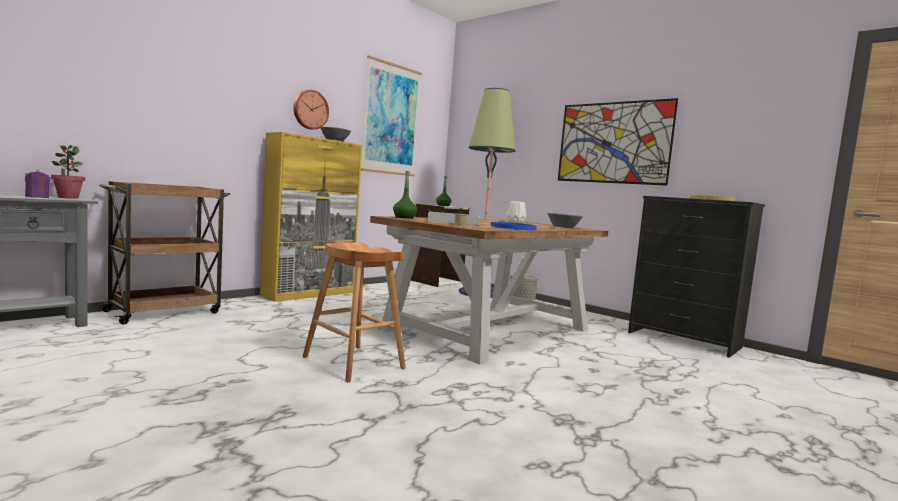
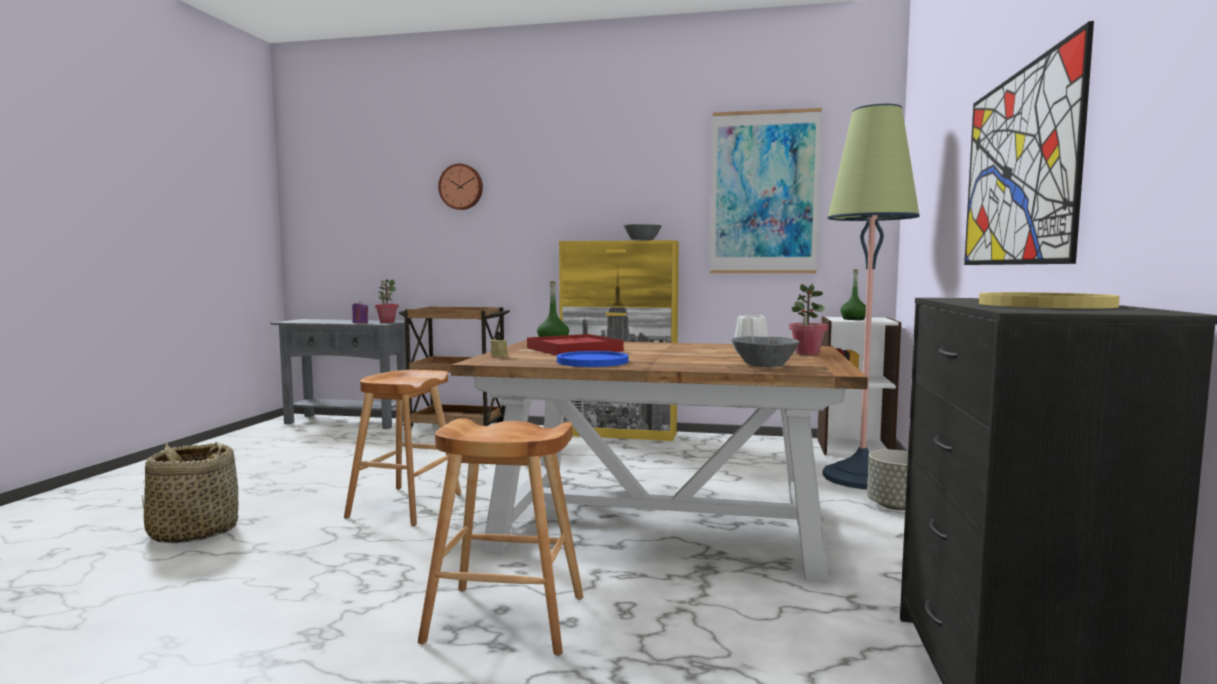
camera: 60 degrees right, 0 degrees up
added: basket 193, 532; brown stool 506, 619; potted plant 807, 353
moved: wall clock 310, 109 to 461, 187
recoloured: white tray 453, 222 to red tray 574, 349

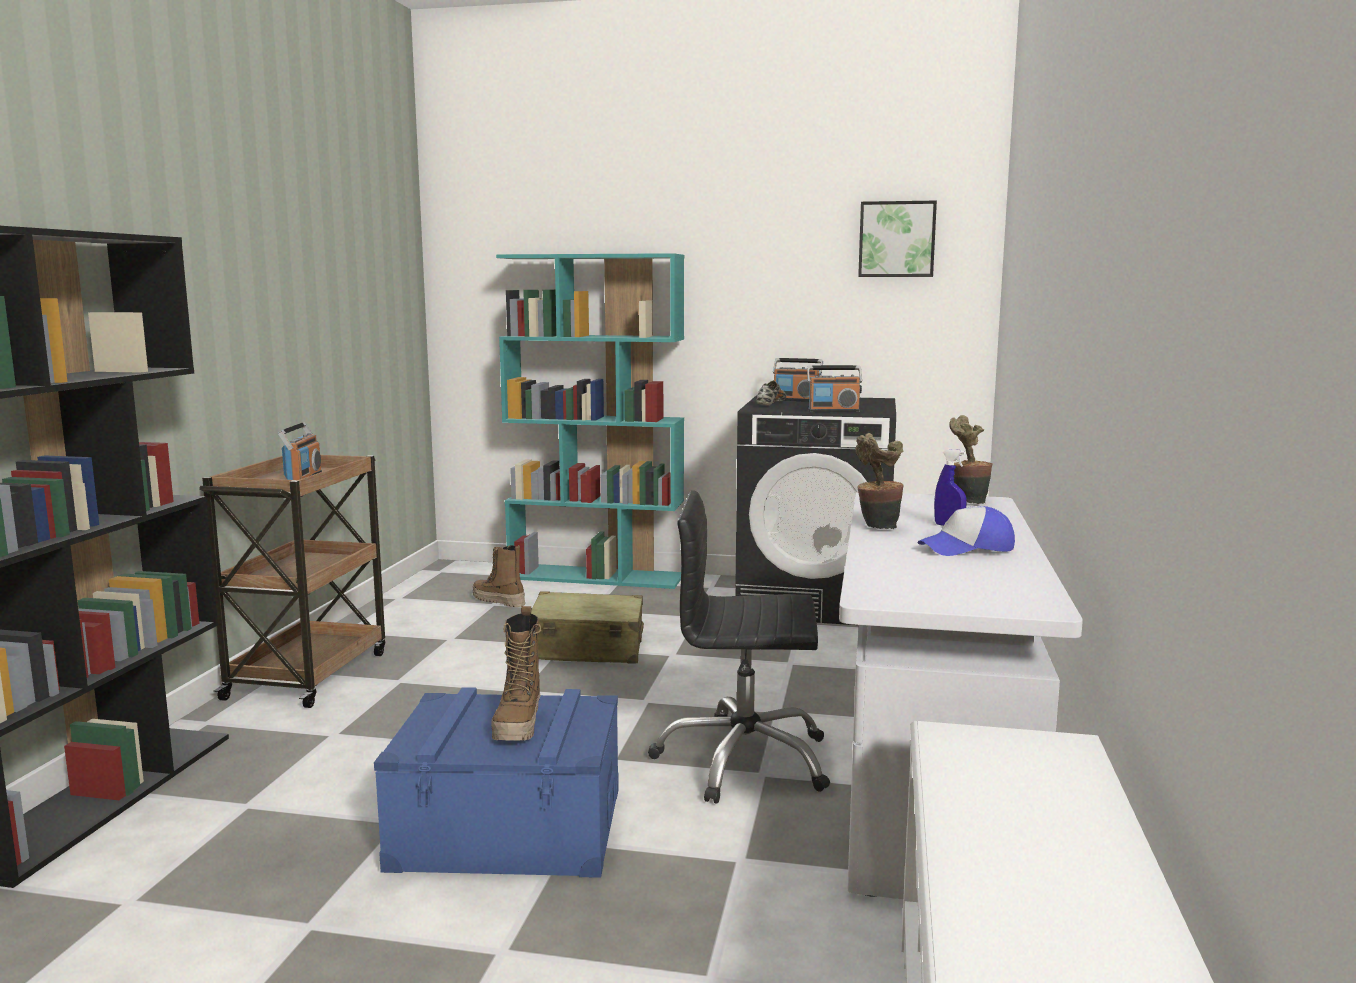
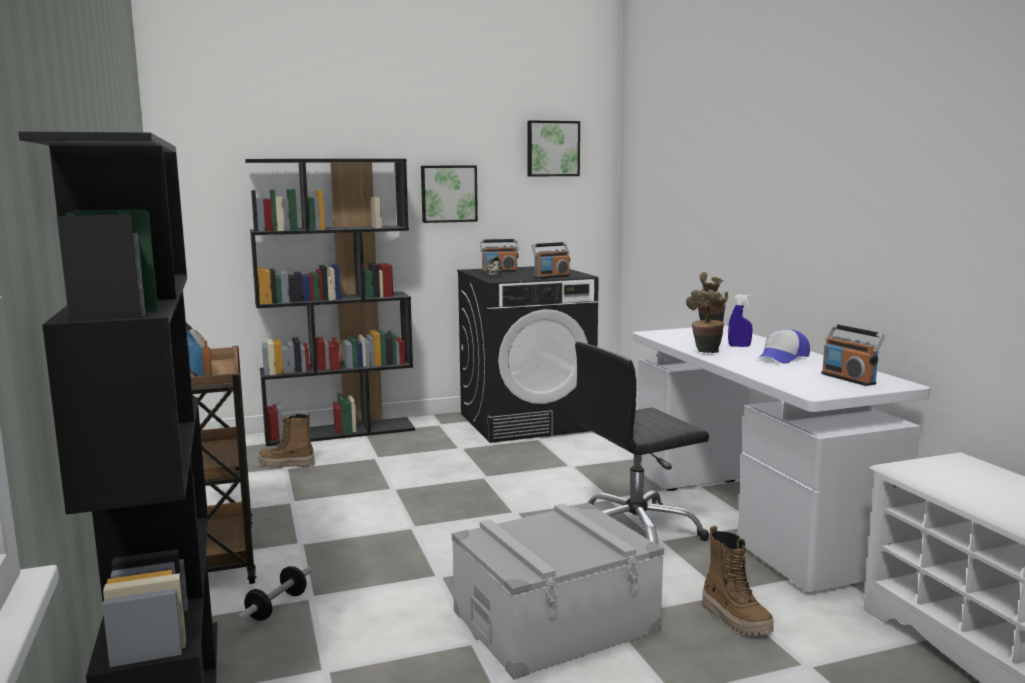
camera: 30 degrees left, 0 degrees up
removed: beige suitcase 586, 648
added: dumbbell 277, 607; picture 448, 193; radio 848, 379
moved: boot 519, 725 to 736, 619
recoloured: blue storage box 509, 827 to grey storage box 555, 621; turquoise bookcase 597, 577 to black bookcase 340, 432

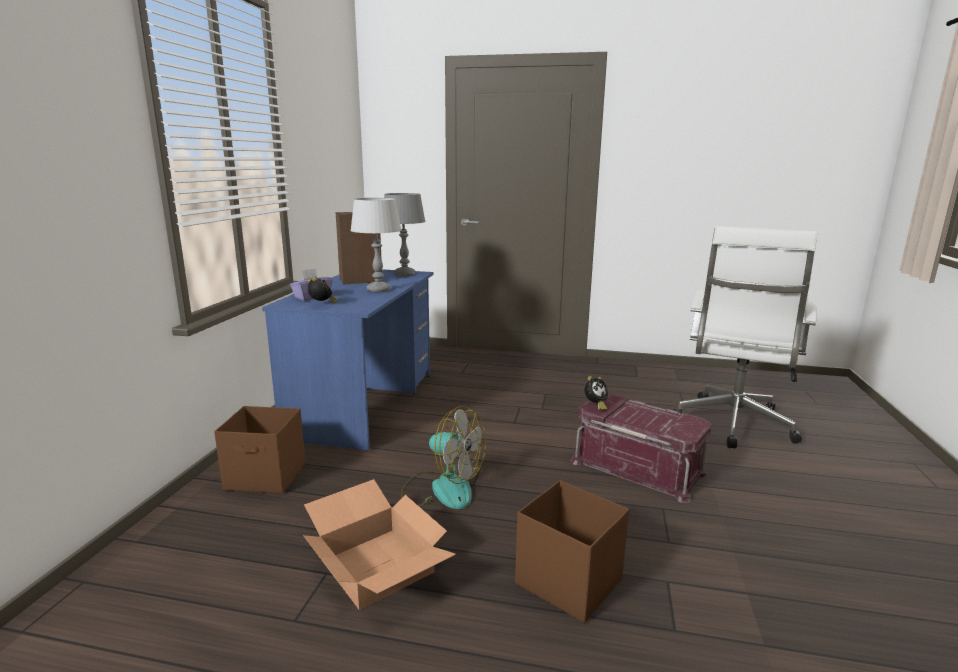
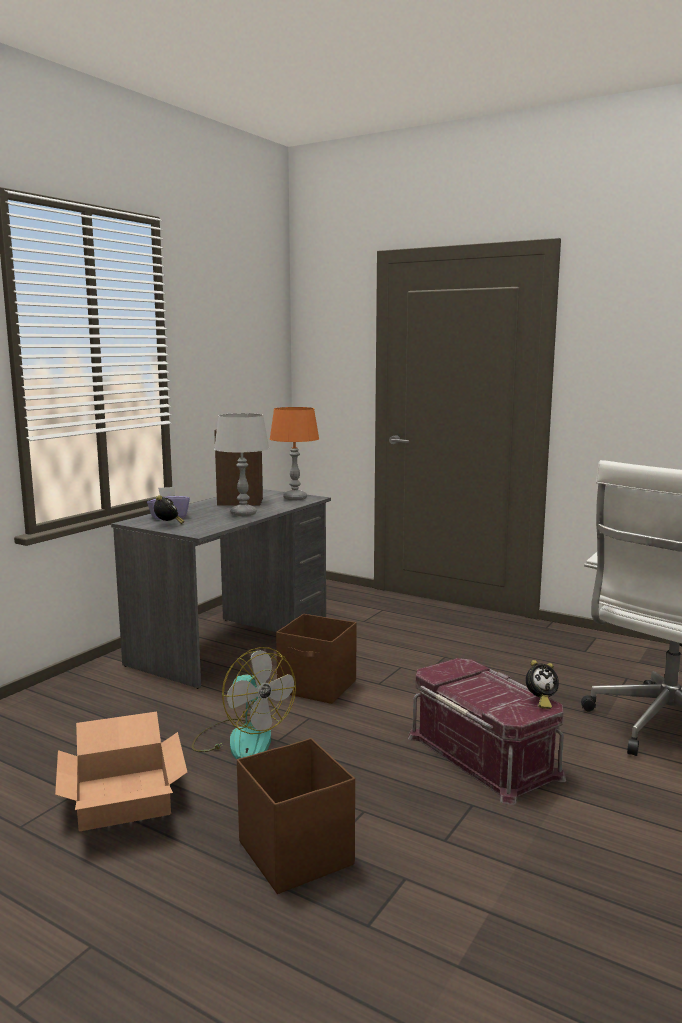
camera: 20 degrees right, 5 degrees down
moved: brown storage box 266, 477 to 318, 687; alarm clock 595, 406 to 540, 701
recoloured: blue desk 365, 404 to grey desk 232, 641; grey table lamp 404, 274 to orange table lamp 294, 498

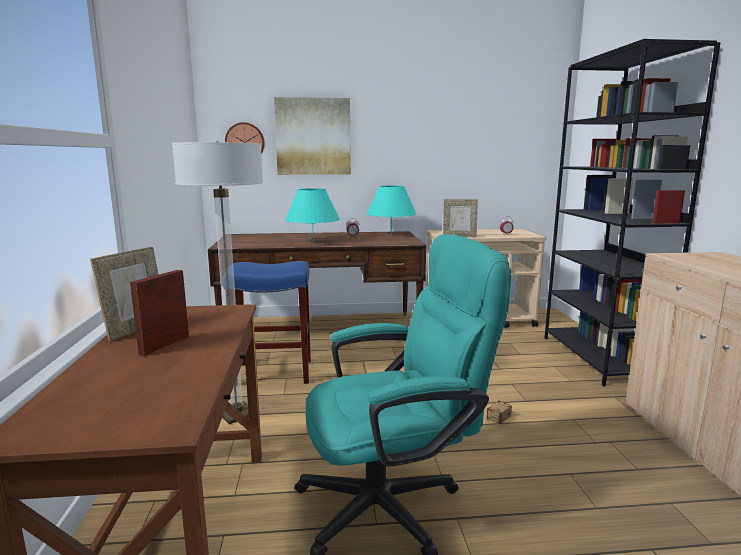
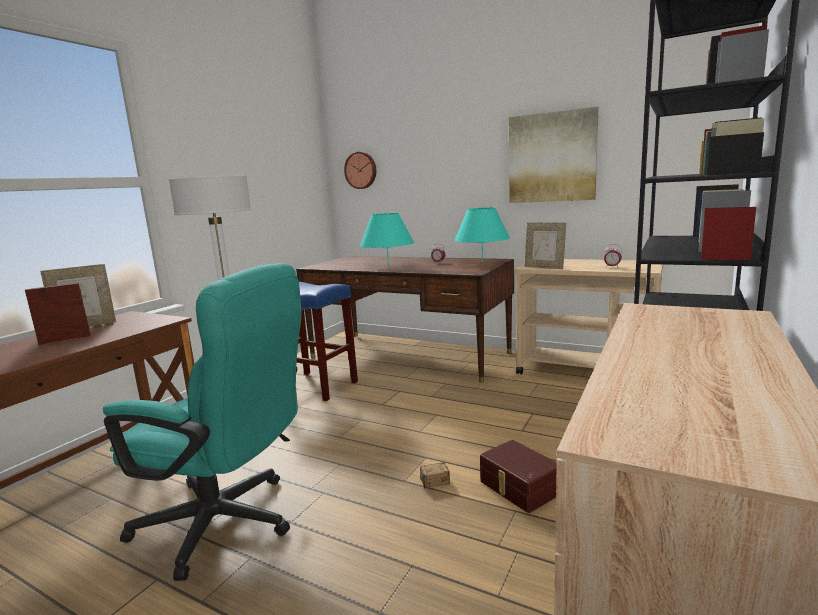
camera: 35 degrees right, 0 degrees up
added: brown storage box 518, 488
moved: picture 313, 136 to 552, 157

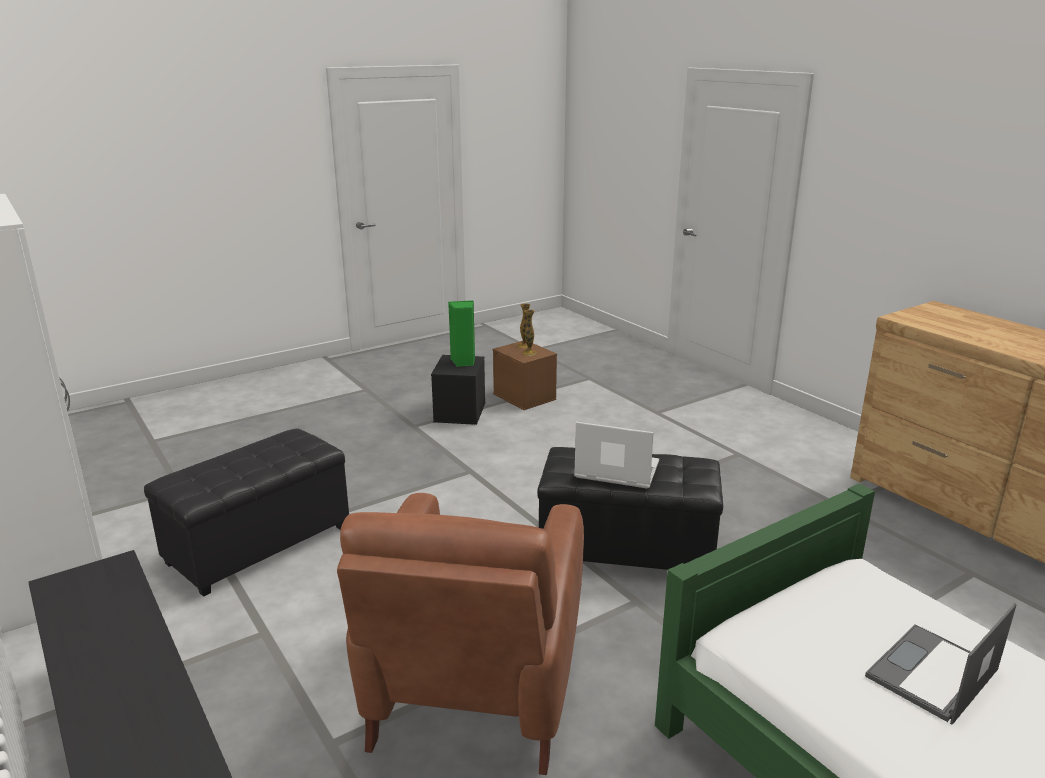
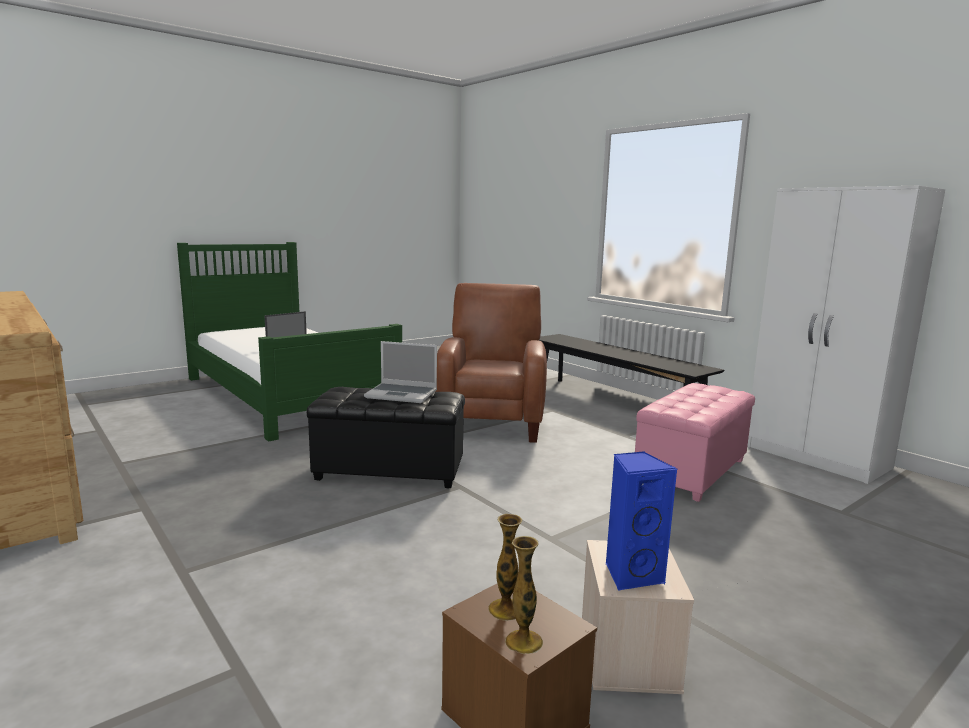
camera: 175 degrees right, 10 degrees down
recoloured: black ottoman 258, 545 to pink ottoman 692, 472; black storage box 460, 412 to beige storage box 626, 654; green speaker 463, 361 to blue speaker 631, 575

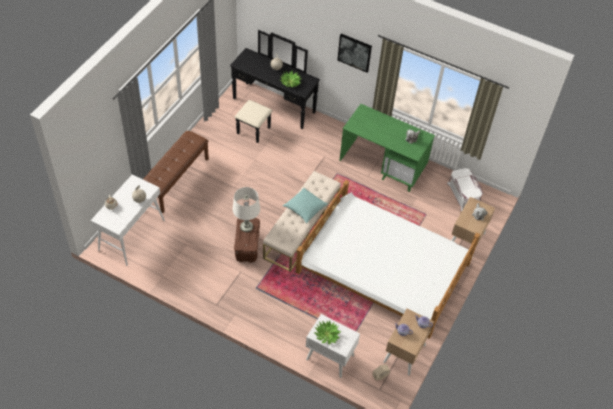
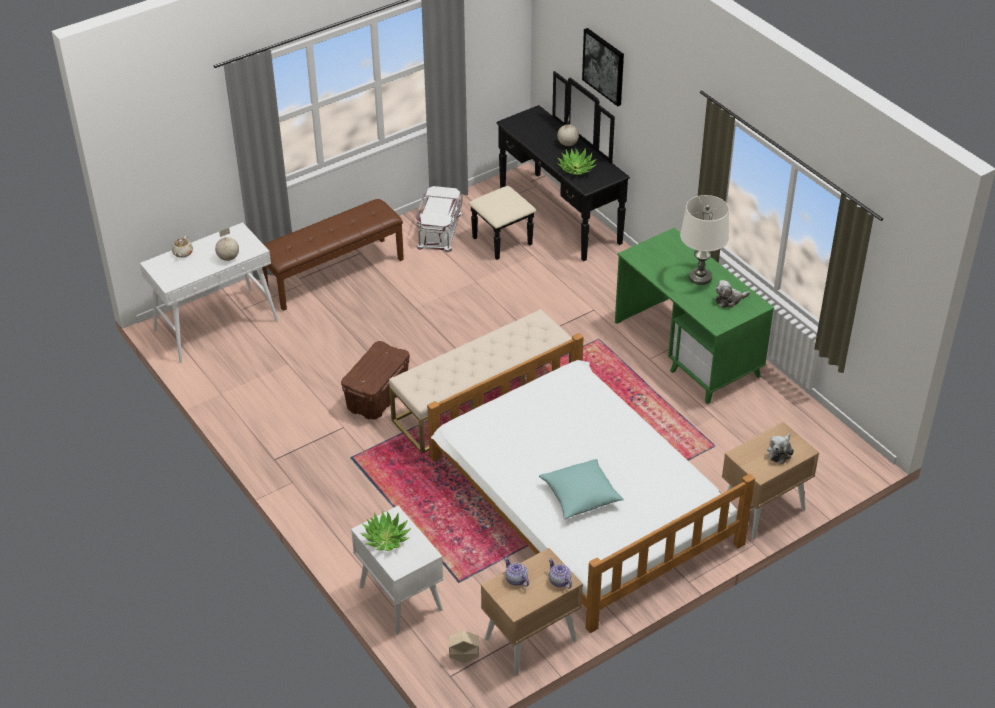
camera: 30 degrees right, 10 degrees down
moved: white table lamp 246, 227 to 700, 277; turquoise pillow 305, 208 to 580, 496; picture 354, 52 to 604, 66; white storage box 463, 195 to 440, 231

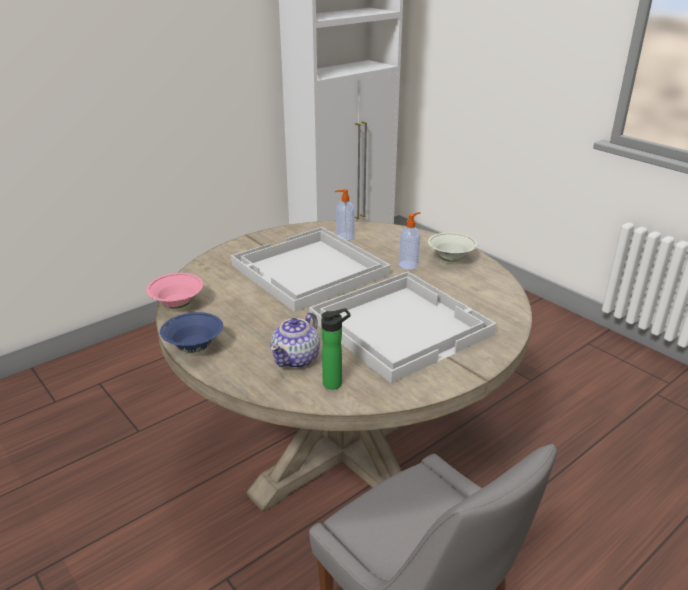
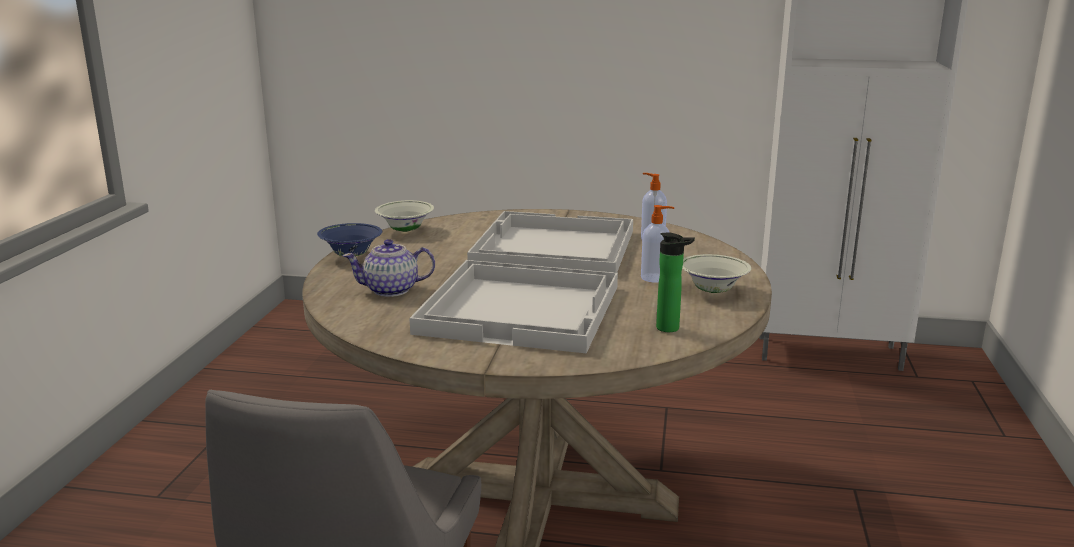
camera: 50 degrees right, 10 degrees down
moved: bottle 335, 383 to 671, 329
recoloured: pink bowl 177, 304 to white bowl 405, 230

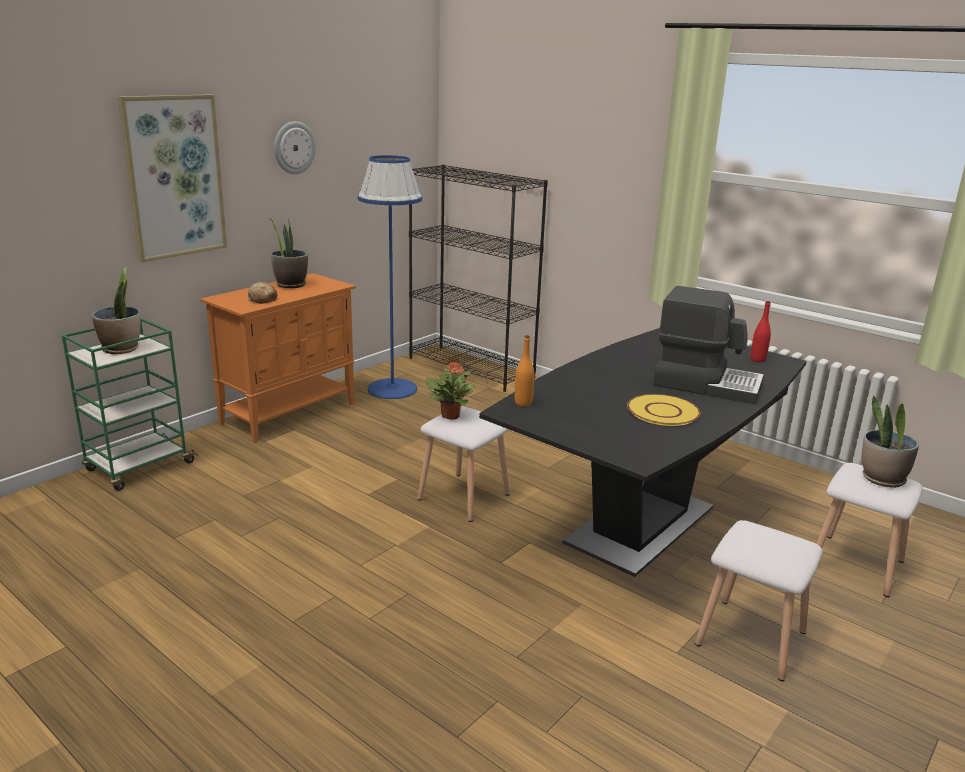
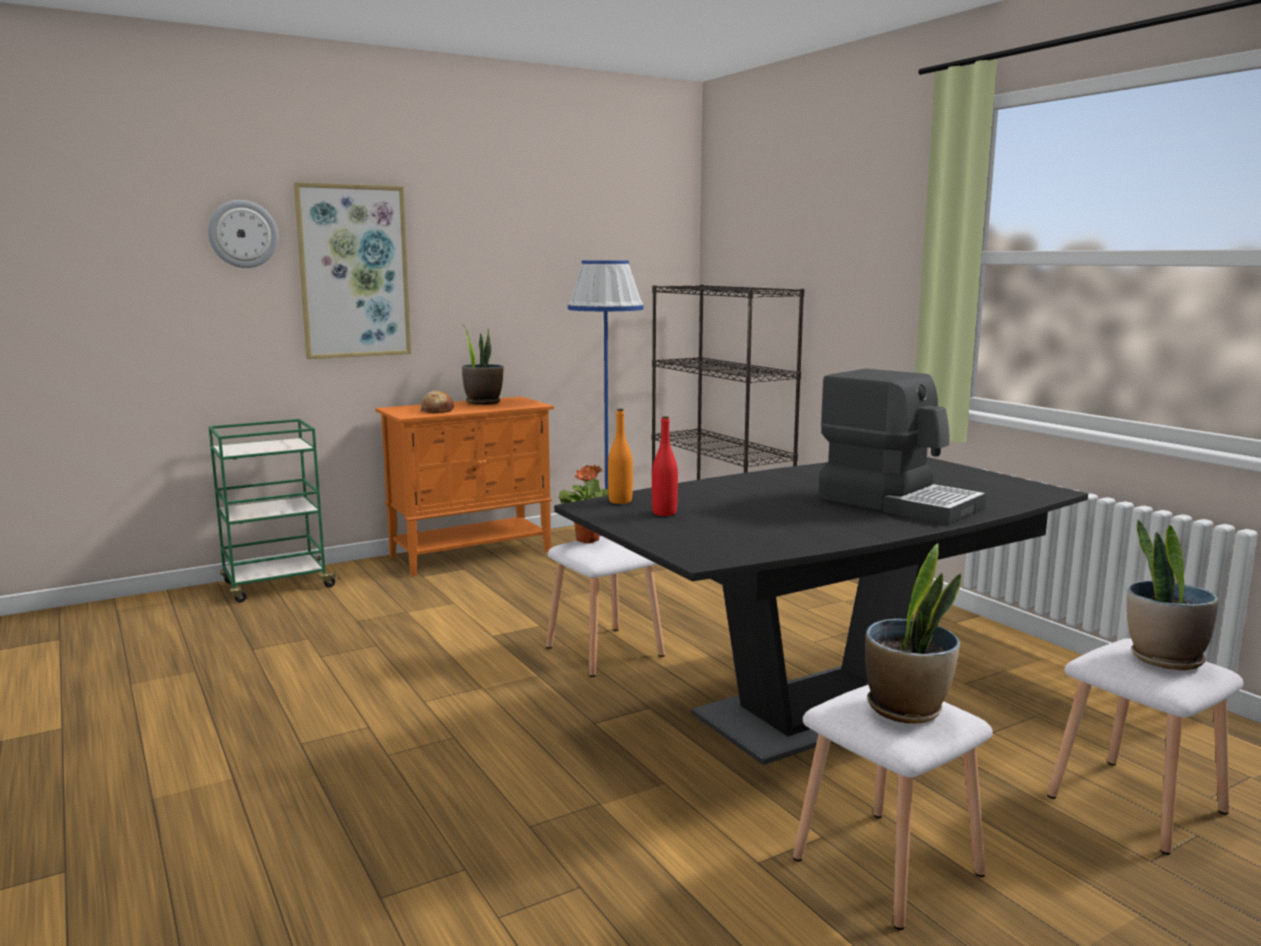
camera: 20 degrees right, 10 degrees down
removed: yellow plate 662, 411
moved: potted plant 121, 349 to 906, 709; wall clock 294, 147 to 243, 234; red bottle 757, 360 to 664, 513

